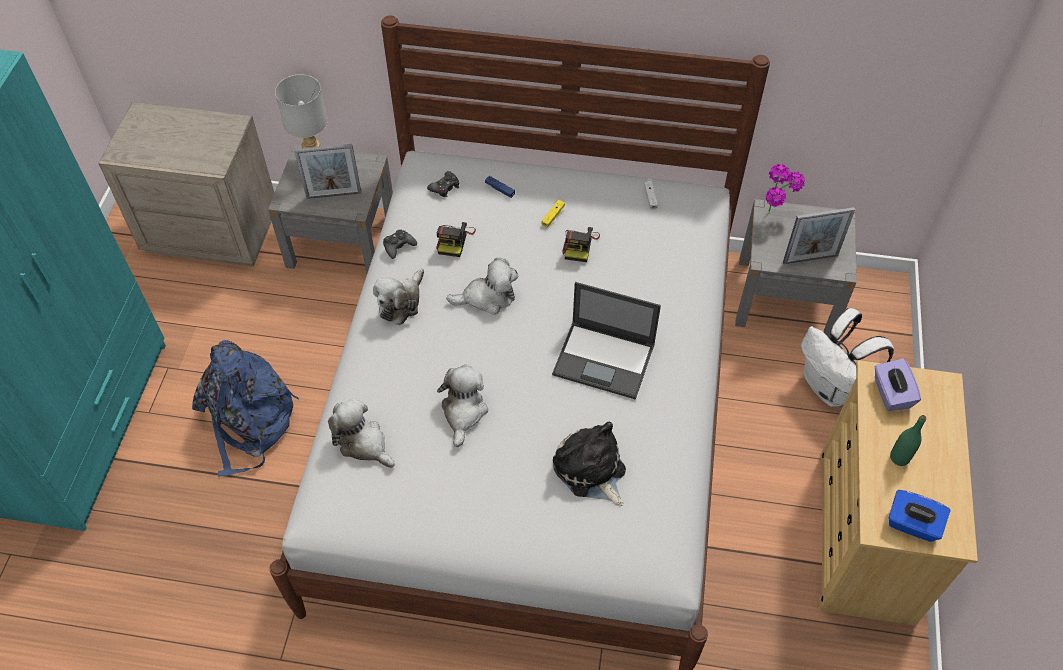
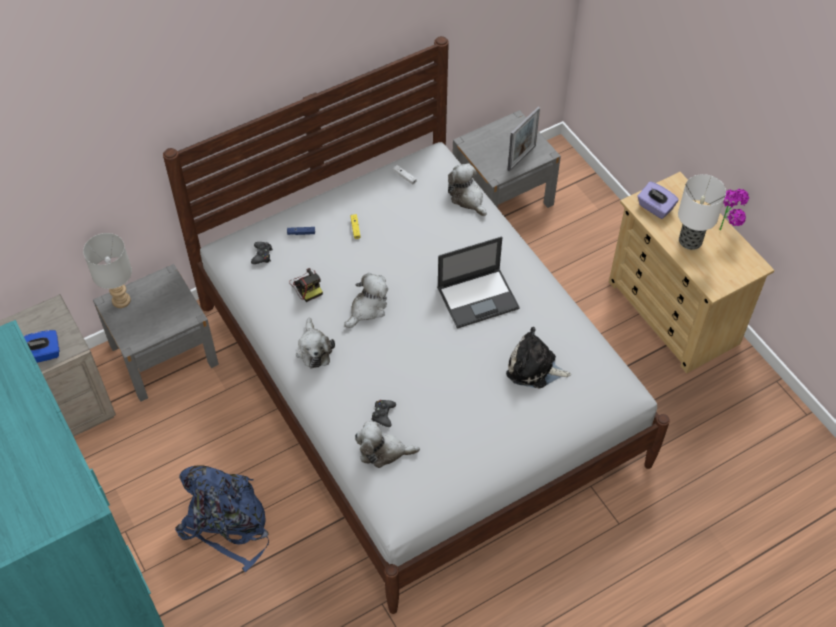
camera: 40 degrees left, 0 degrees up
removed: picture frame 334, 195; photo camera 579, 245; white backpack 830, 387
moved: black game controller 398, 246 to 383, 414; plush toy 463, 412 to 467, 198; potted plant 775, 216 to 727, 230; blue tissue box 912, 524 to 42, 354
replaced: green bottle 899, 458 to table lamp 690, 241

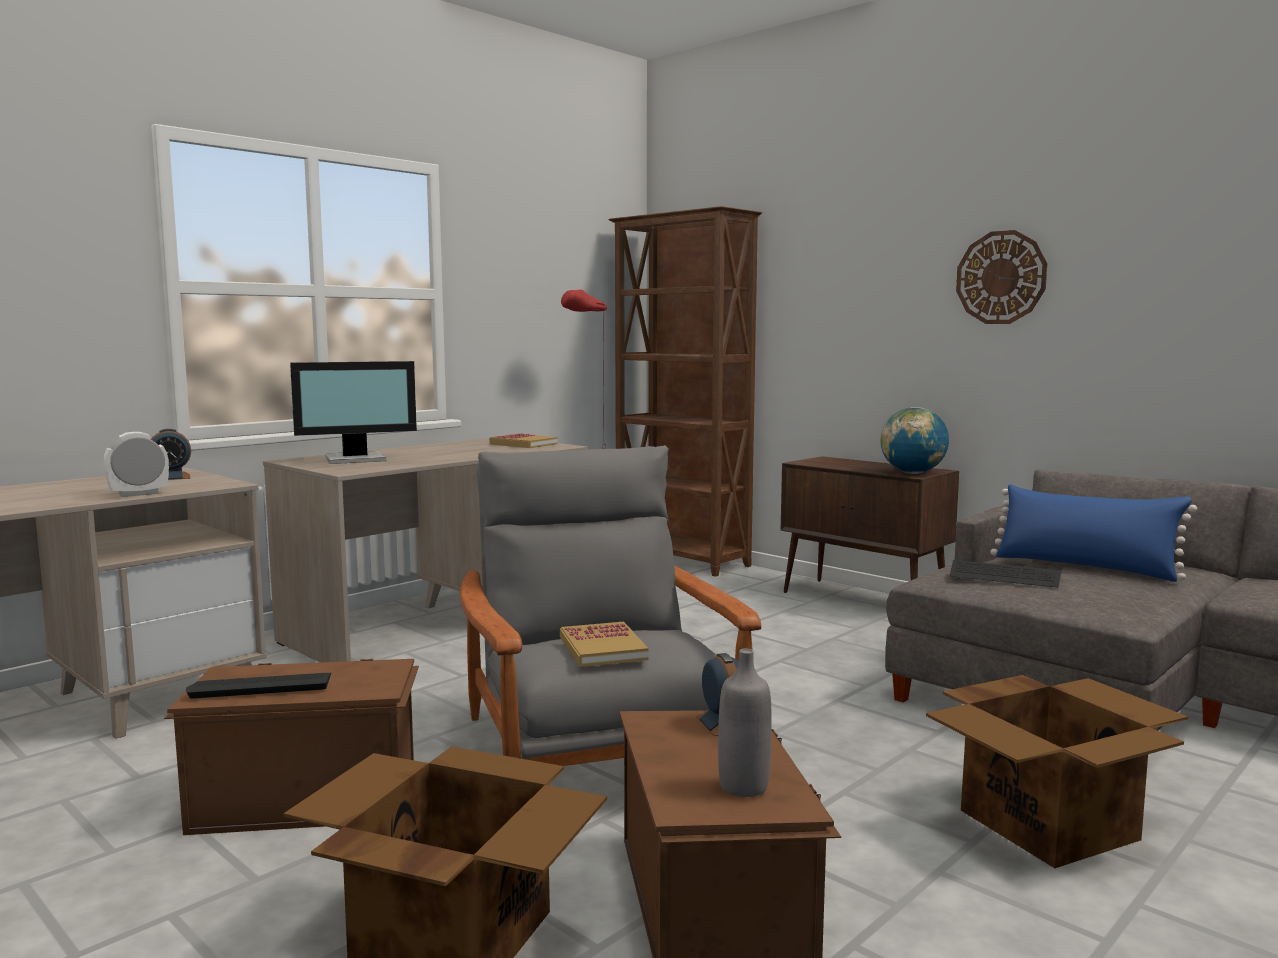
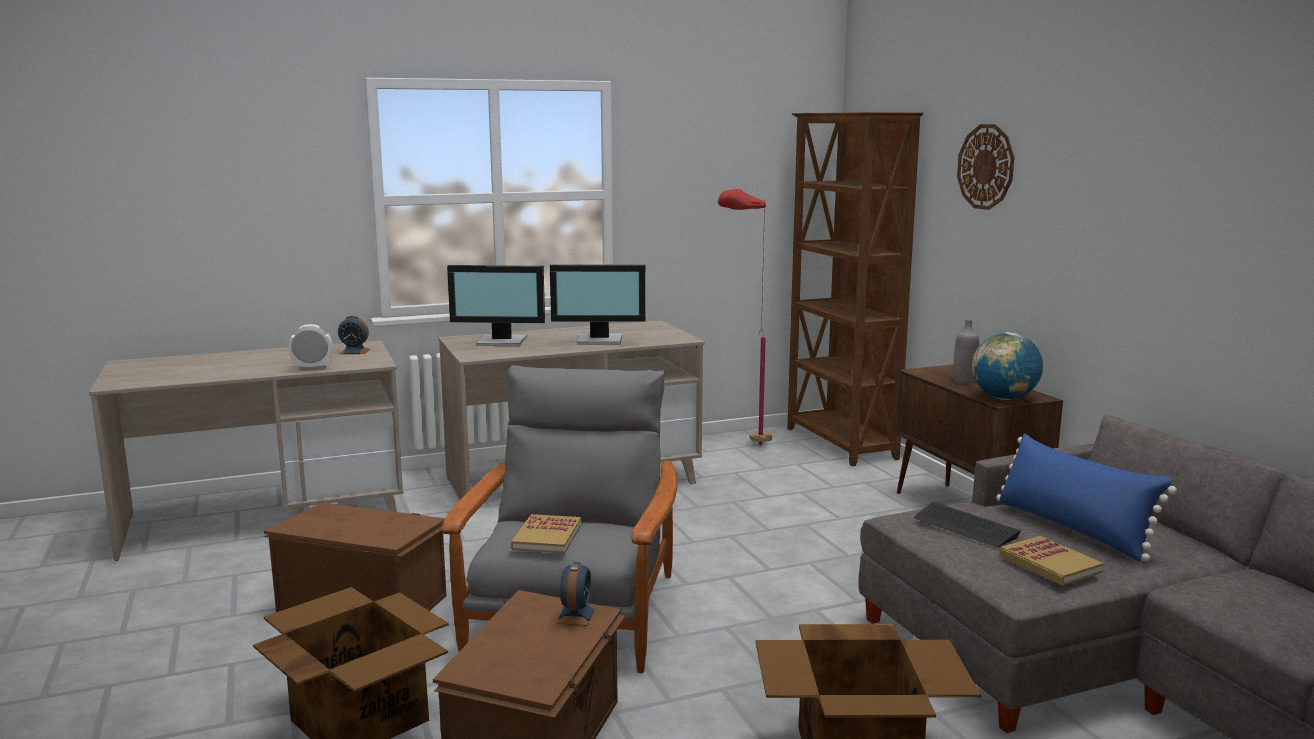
camera: 25 degrees right, 5 degrees up
removed: keyboard 262, 686
added: monitor 600, 340
moved: book 523, 444 to 1049, 564; grey bottle 743, 786 to 964, 381; wall clock 1001, 277 to 986, 167

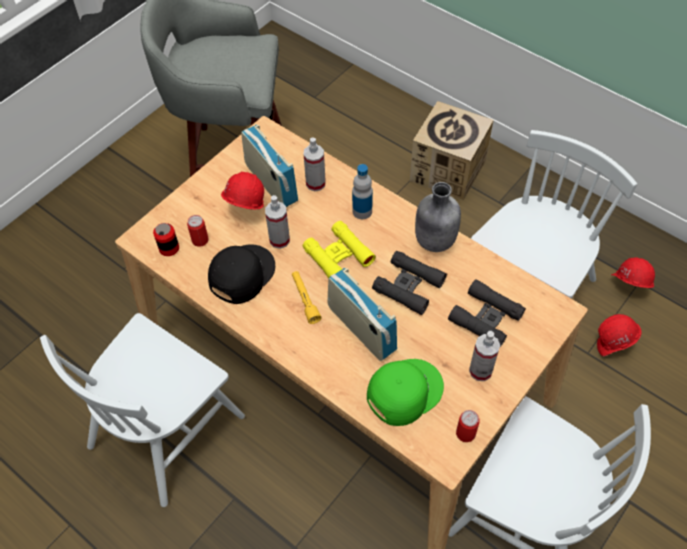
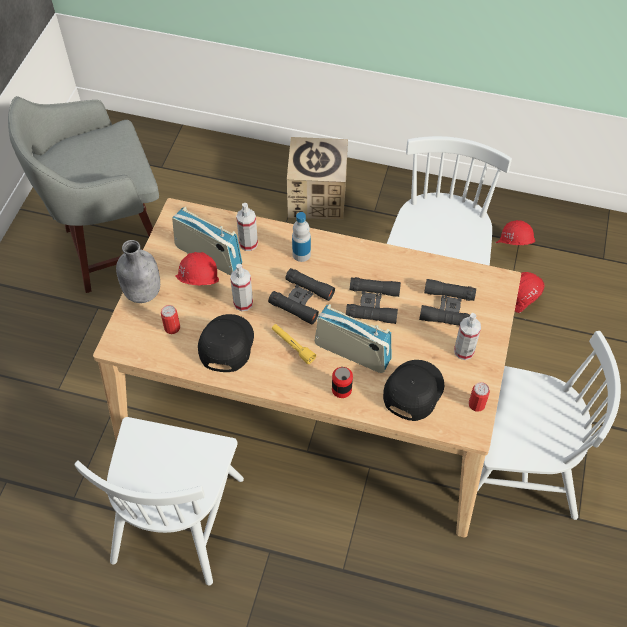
camera: 25 degrees left, 0 degrees up
moved: can 169, 248 to 341, 389; grey bottle 434, 241 to 142, 293
recoloured: yellow binoculars 338, 256 to black binoculars 301, 299; green cap 403, 391 to black cap 412, 390

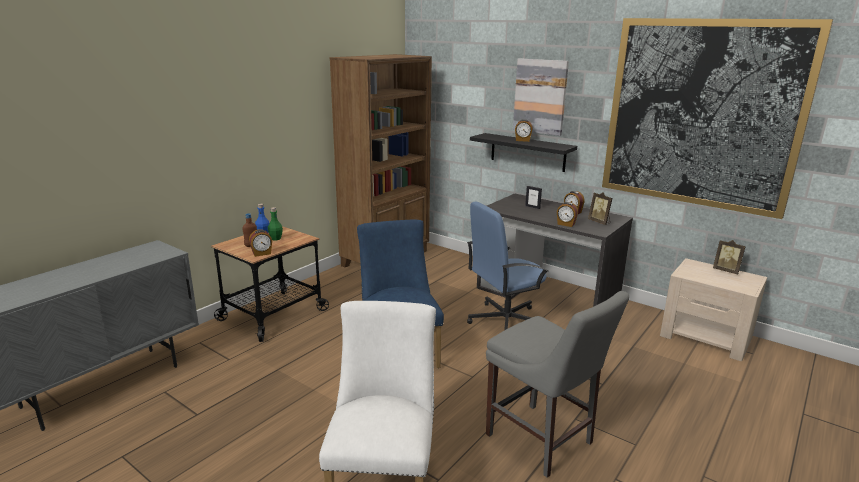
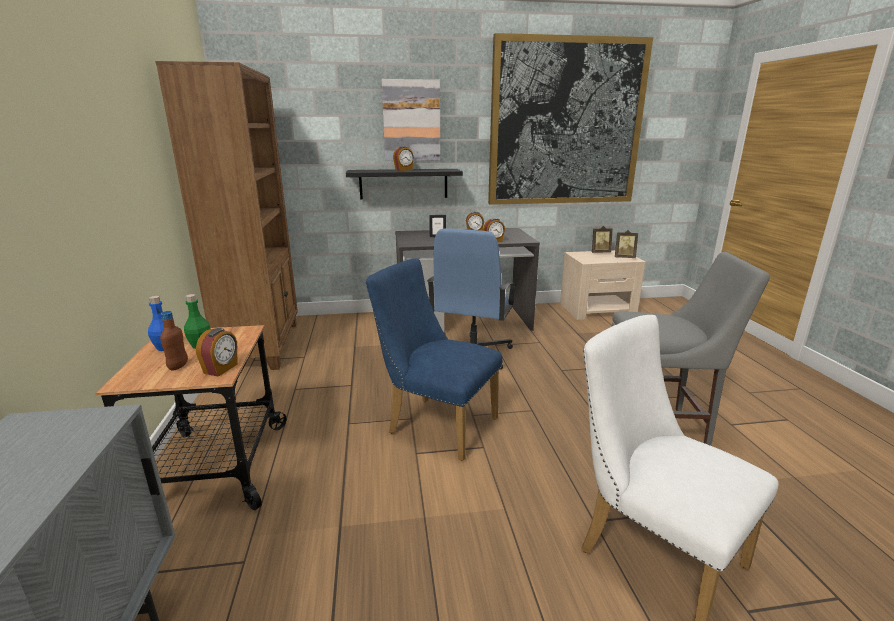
camera: 45 degrees left, 0 degrees up
moved: picture frame 599, 222 to 624, 257

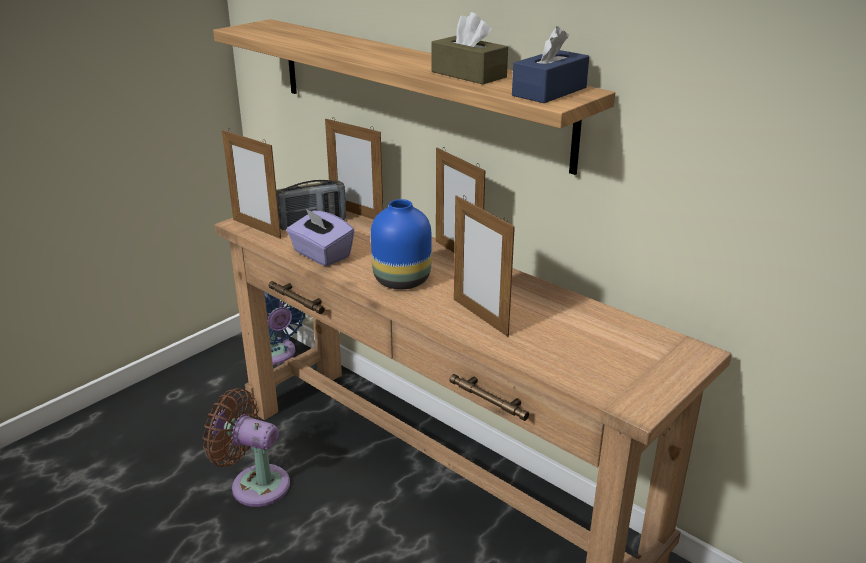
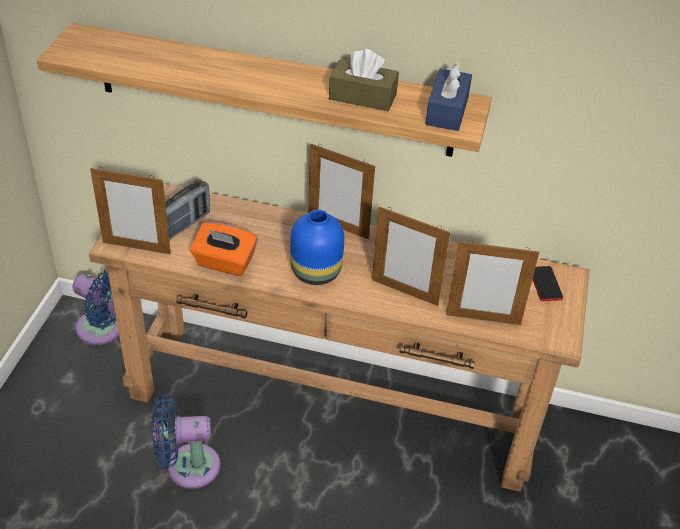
camera: 30 degrees left, 15 degrees up
added: phone 545, 284
moved: picture frame 356, 213 to 483, 319
recoloured: brown fan 255, 484 to blue fan 187, 466; purple tissue box 321, 255 to orange tissue box 224, 263

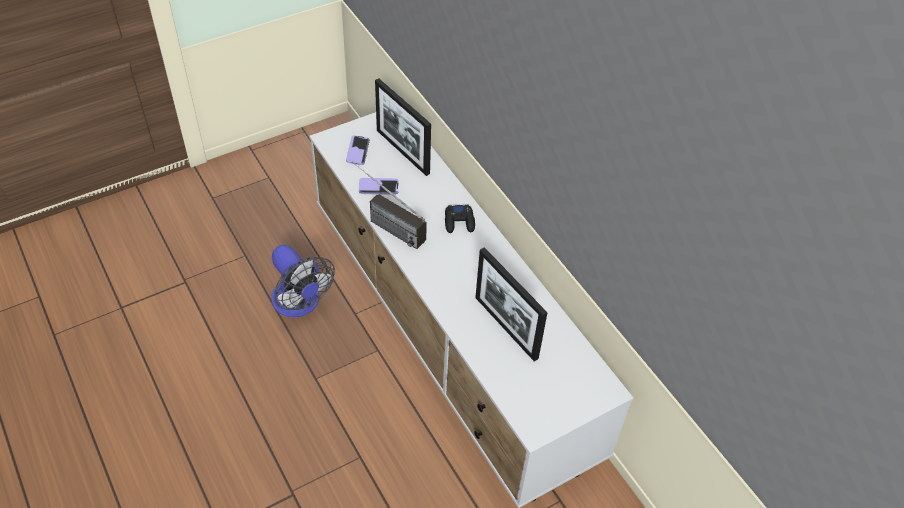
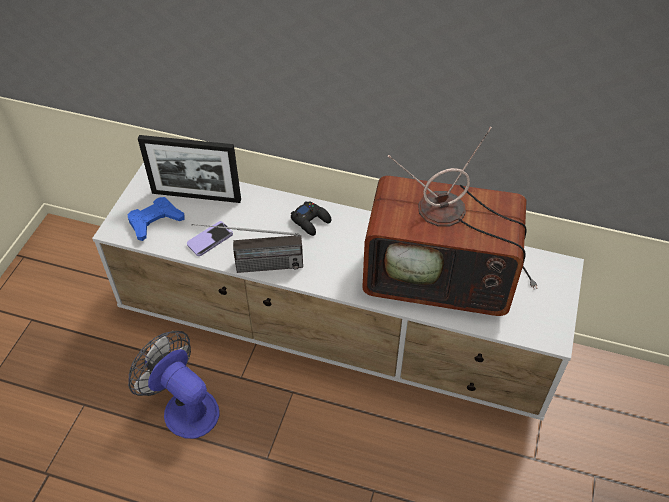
camera: 40 degrees left, 0 degrees up
replaced: phone 358, 151 to blue game controller 155, 221; picture frame 506, 327 to television 443, 277
turned: fan 300, 304 = 184, 407 150 degrees counterclockwise

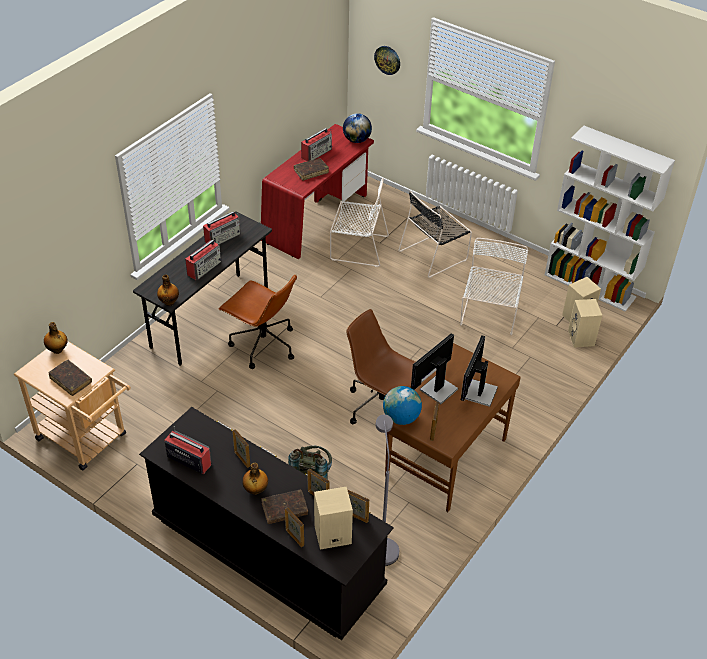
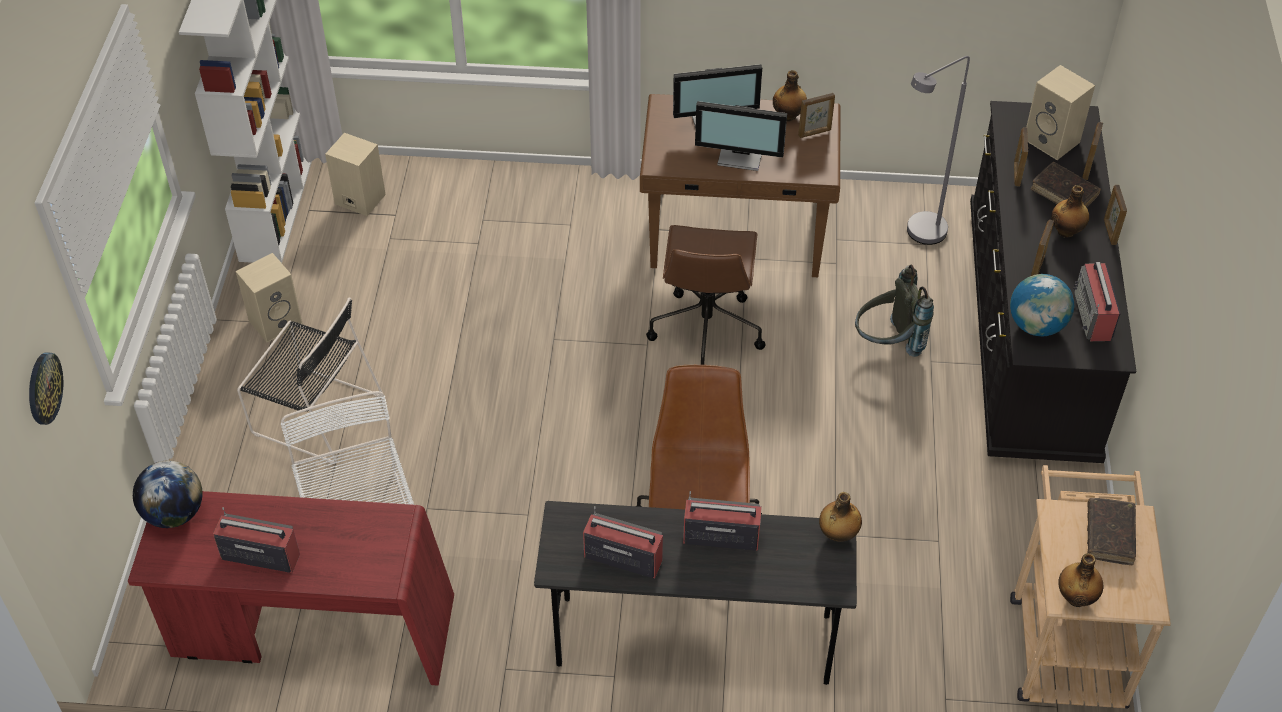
camera: 120 degrees left, 5 degrees up
removed: brown book 311, 172; white chair 489, 315
added: bottle 788, 116
moved: picture frame 356, 516 to 1109, 232; globe 401, 418 to 1036, 326; beige speaker 581, 338 to 276, 321

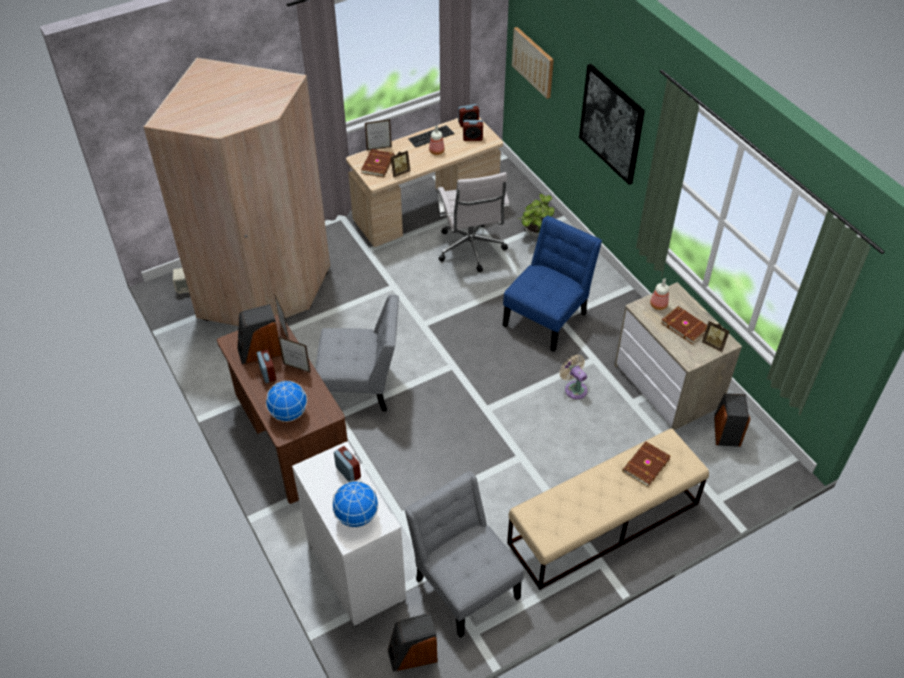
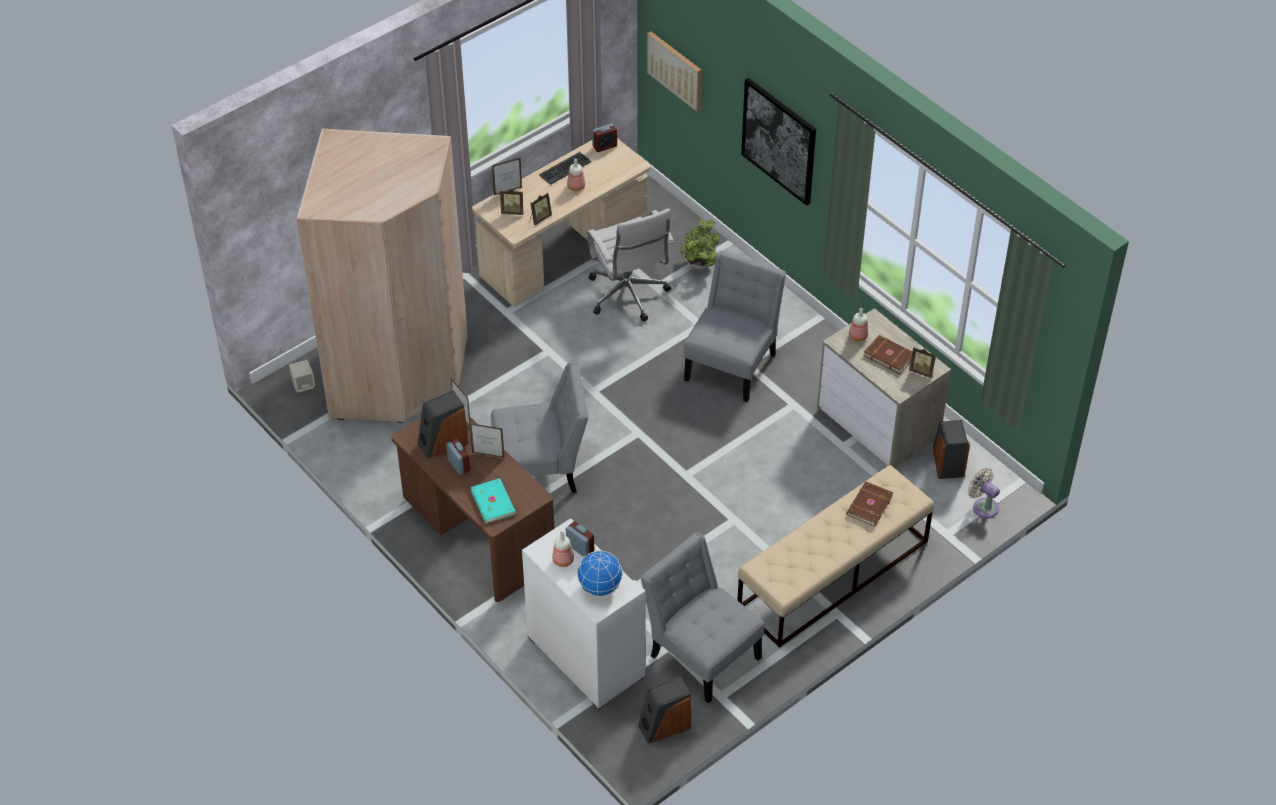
camera: 10 degrees left, 0 degrees up
removed: alarm clock 472, 138
added: bottle 564, 560
moved: beige fan 574, 388 to 983, 506
replaced: globe 289, 413 to turquoise book 494, 502; brown book 378, 164 to picture frame 512, 211
recoloured: blue chair 547, 316 to grey chair 733, 363

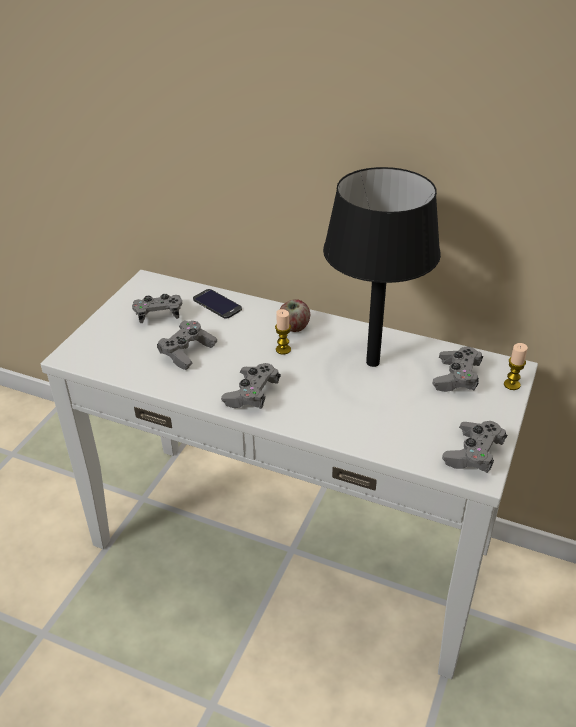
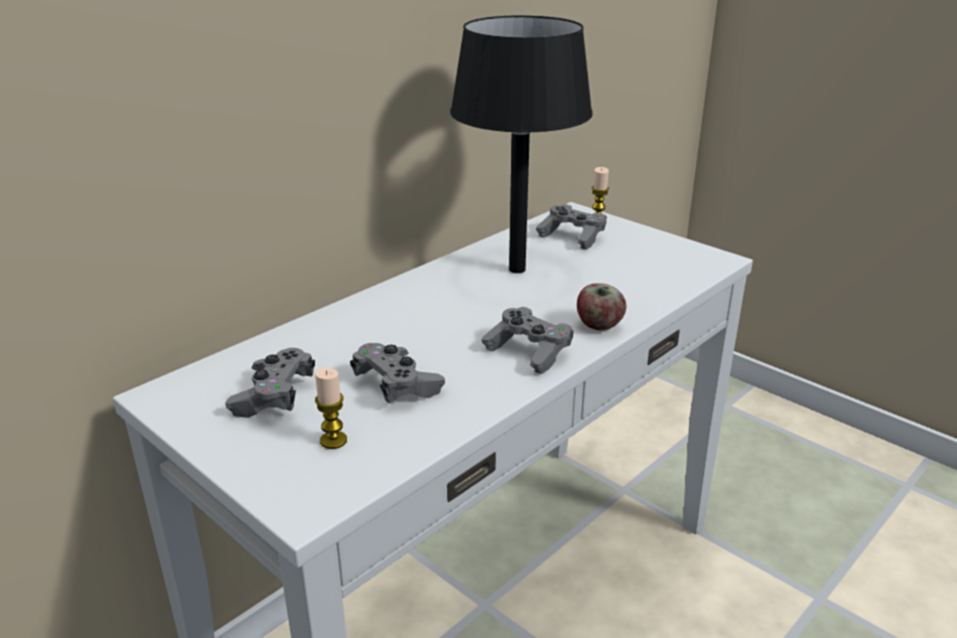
camera: 70 degrees left, 10 degrees down
removed: phone 217, 304; grey game controller 473, 454
moved: candle 283, 349 to 333, 440; apple 294, 327 to 599, 326

